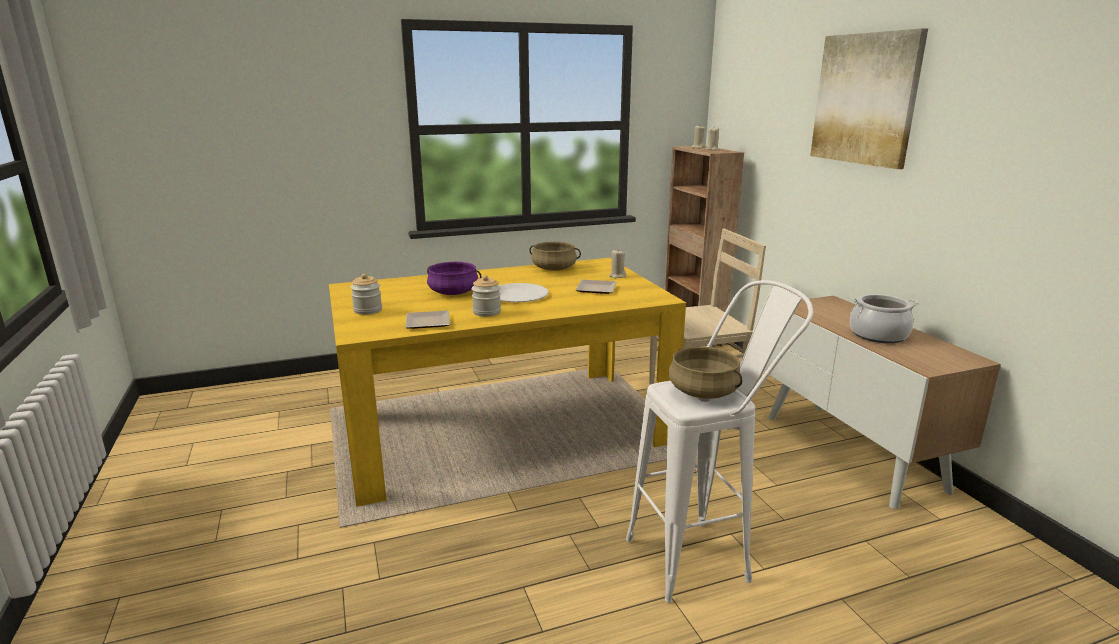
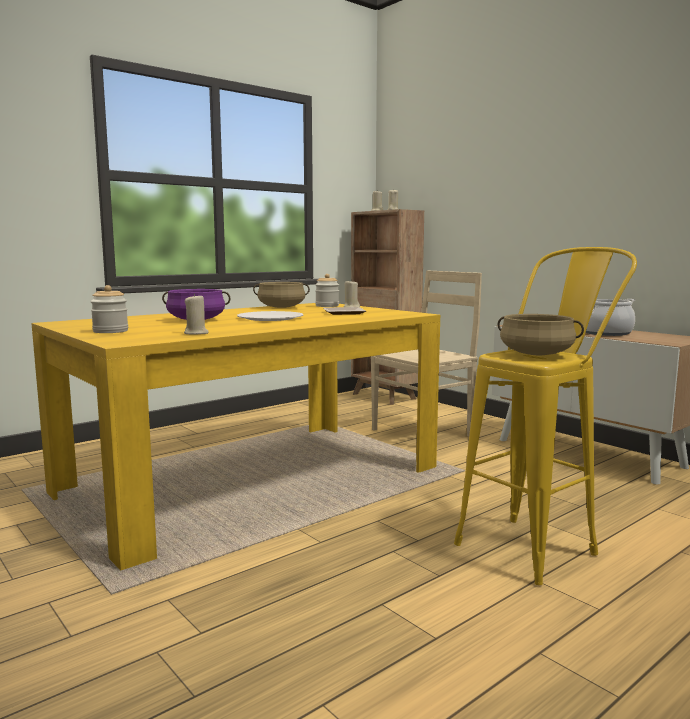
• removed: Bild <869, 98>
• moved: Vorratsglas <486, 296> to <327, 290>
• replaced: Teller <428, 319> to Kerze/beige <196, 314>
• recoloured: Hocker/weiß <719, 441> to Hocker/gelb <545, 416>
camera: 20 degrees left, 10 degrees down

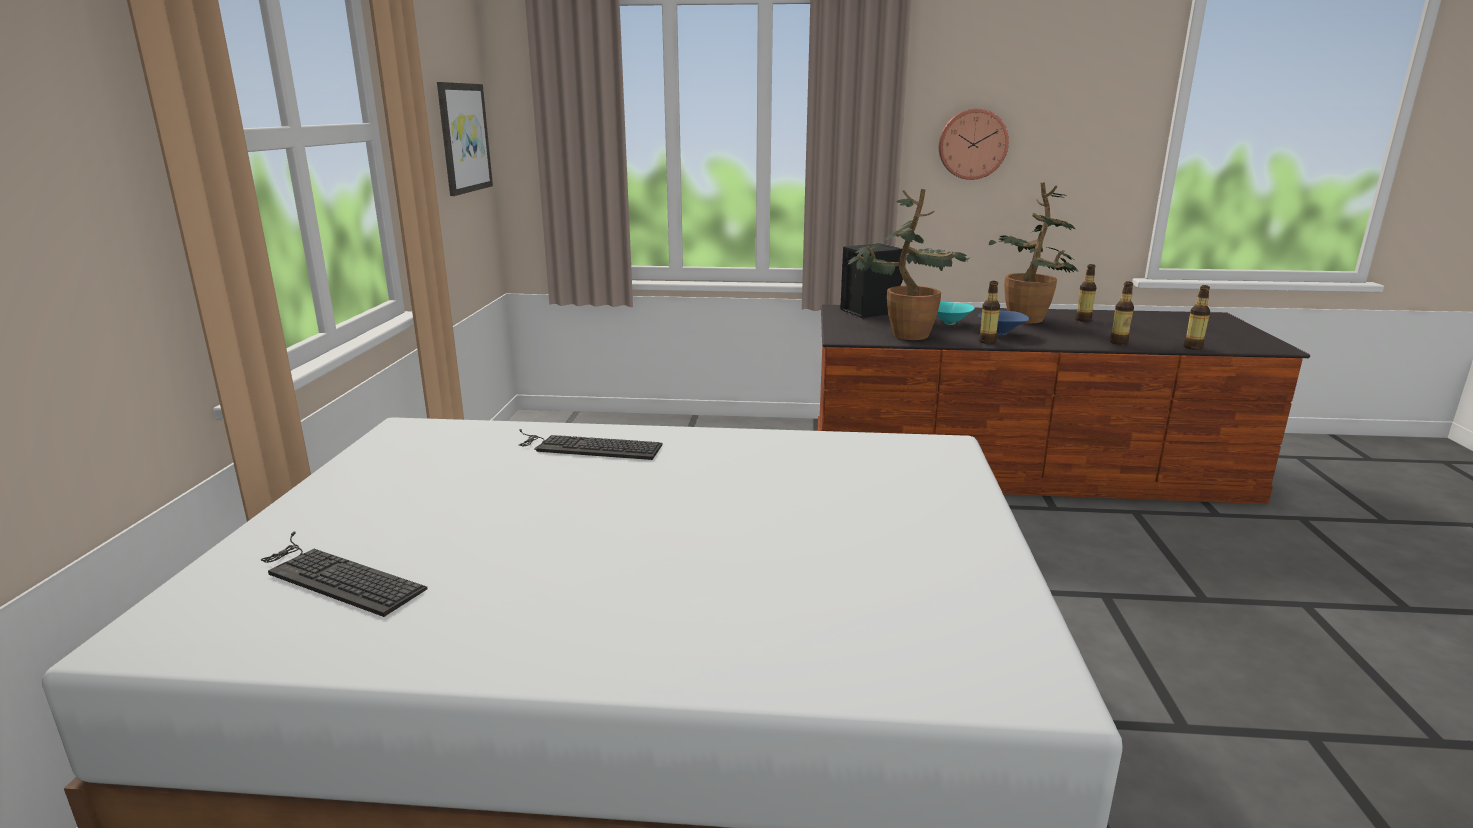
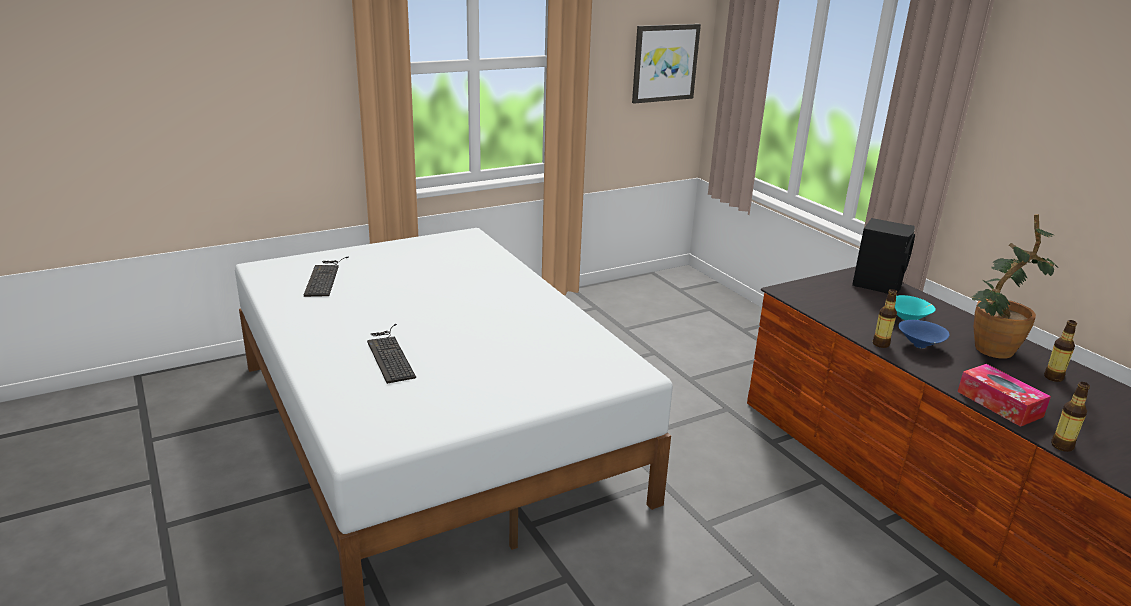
• removed: Topfpflanze <908, 264>
• removed: Wanduhr <974, 144>
• moved: Tastatur <591, 444> to <391, 354>
• replaced: Flasche <1122, 313> to Taschentuchbox <1004, 395>
camera: 55 degrees right, 5 degrees up

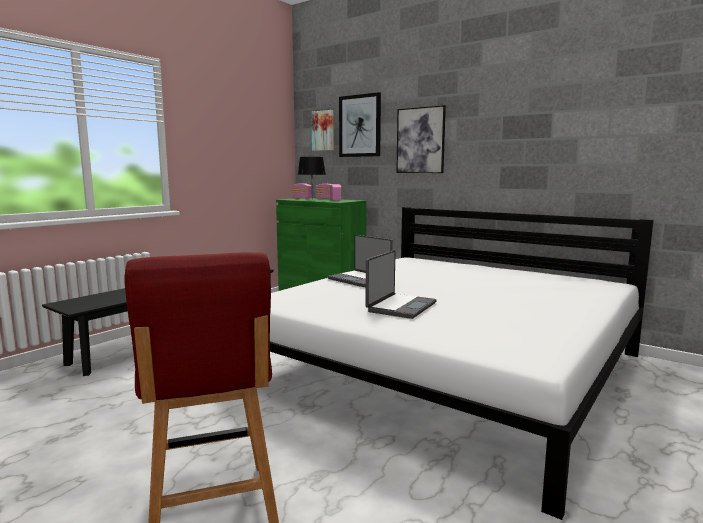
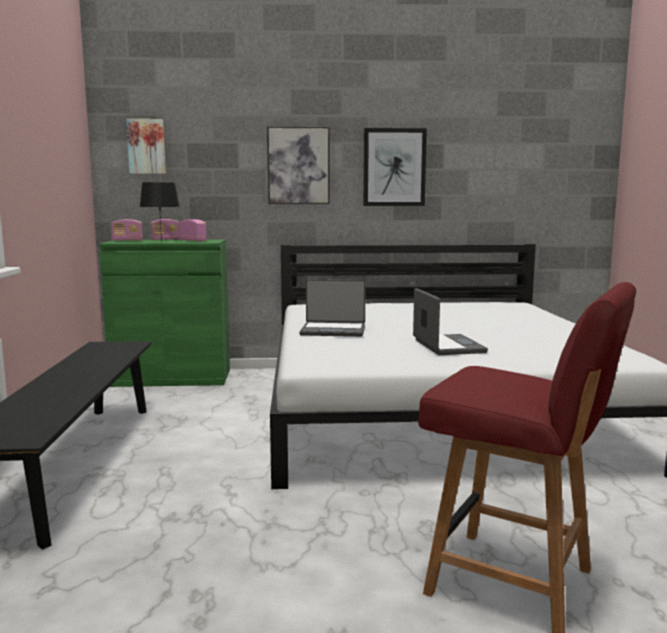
• moved: Bild <360, 124> to <395, 167>
camera: 40 degrees left, 0 degrees up

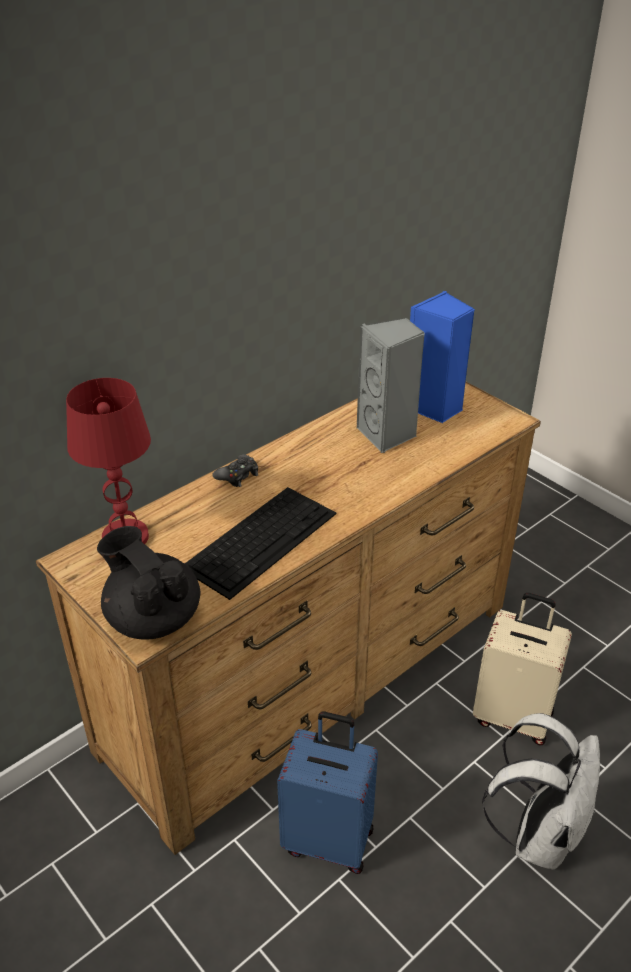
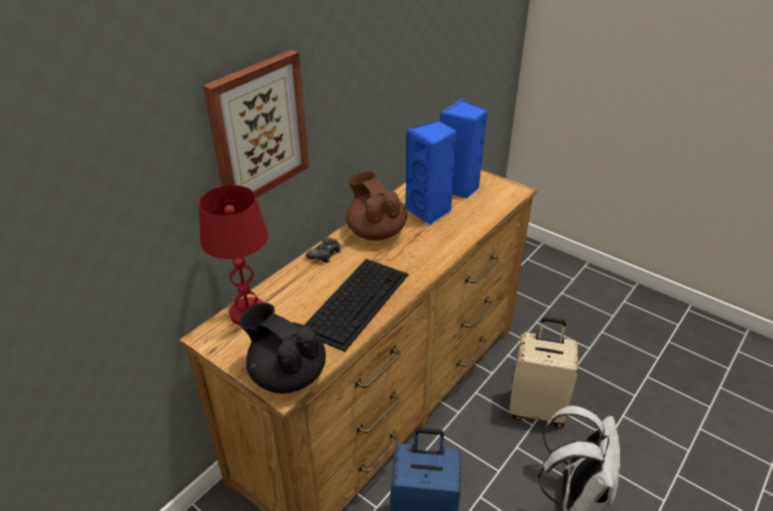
• added: Bild <256, 124>
• added: Teekanne/braun <376, 206>
• recoloured: Lautsprecher/grau <391, 385> to Lautsprecher/blau <431, 173>
camera: 10 degrees left, 0 degrees up

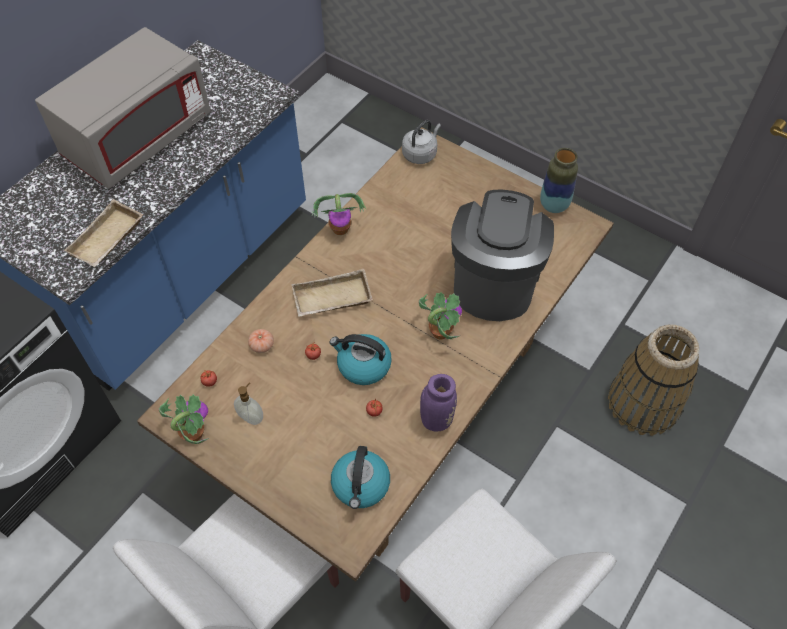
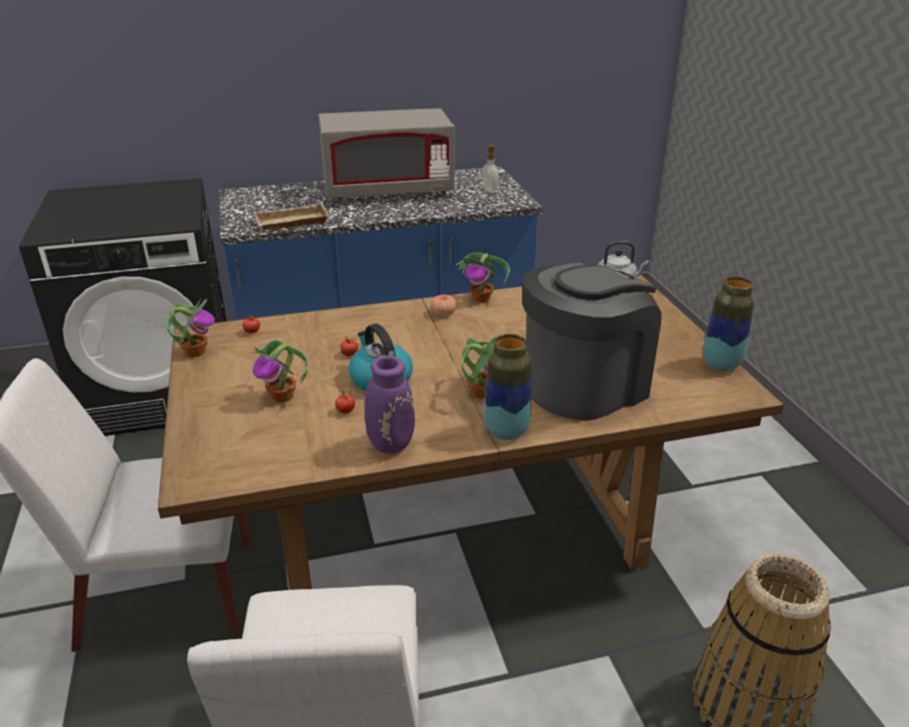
• removed: Tablett/beige <332, 292>
• removed: Wasserkessel <360, 477>
• added: Topfpflanze <281, 371>
• added: Vase <507, 387>
• moved: Seifenspender <248, 403> to <490, 169>
• moved: Tomate <261, 341> to <444, 305>
camera: 40 degrees right, 25 degrees down

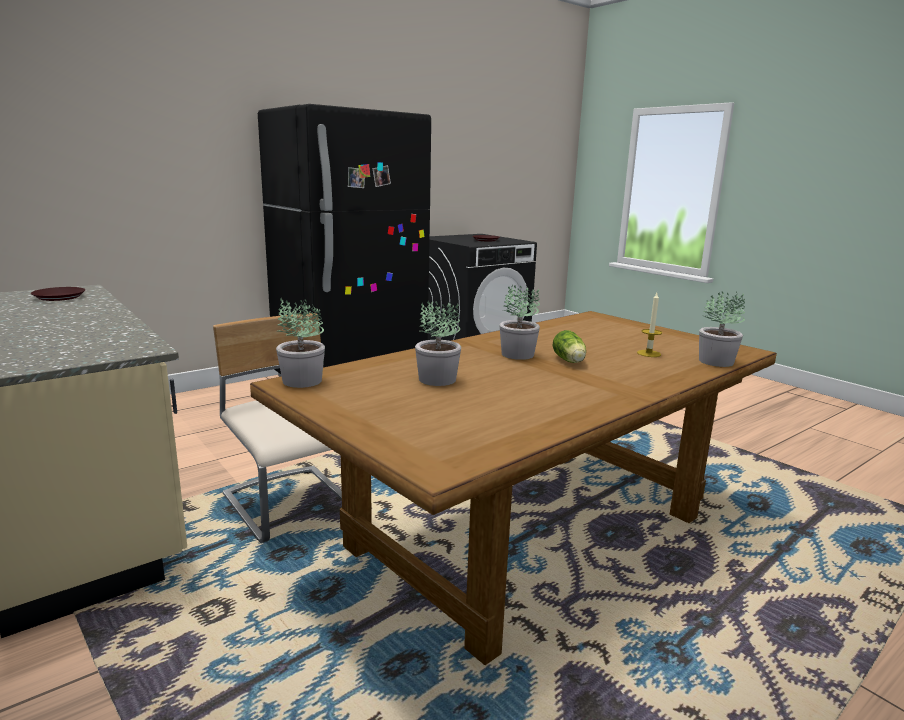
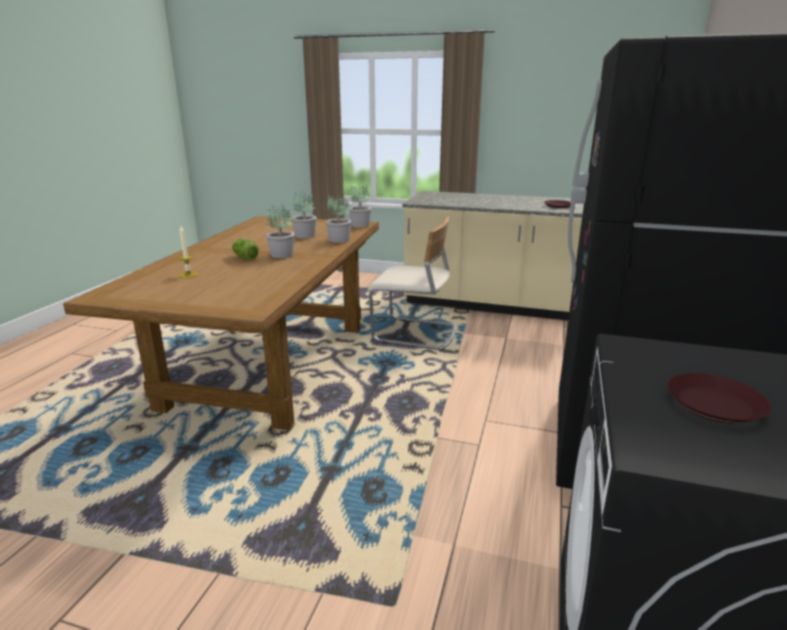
• moved: Topfpflanze <722, 329> to <338, 219>
camera: 145 degrees right, 5 degrees up

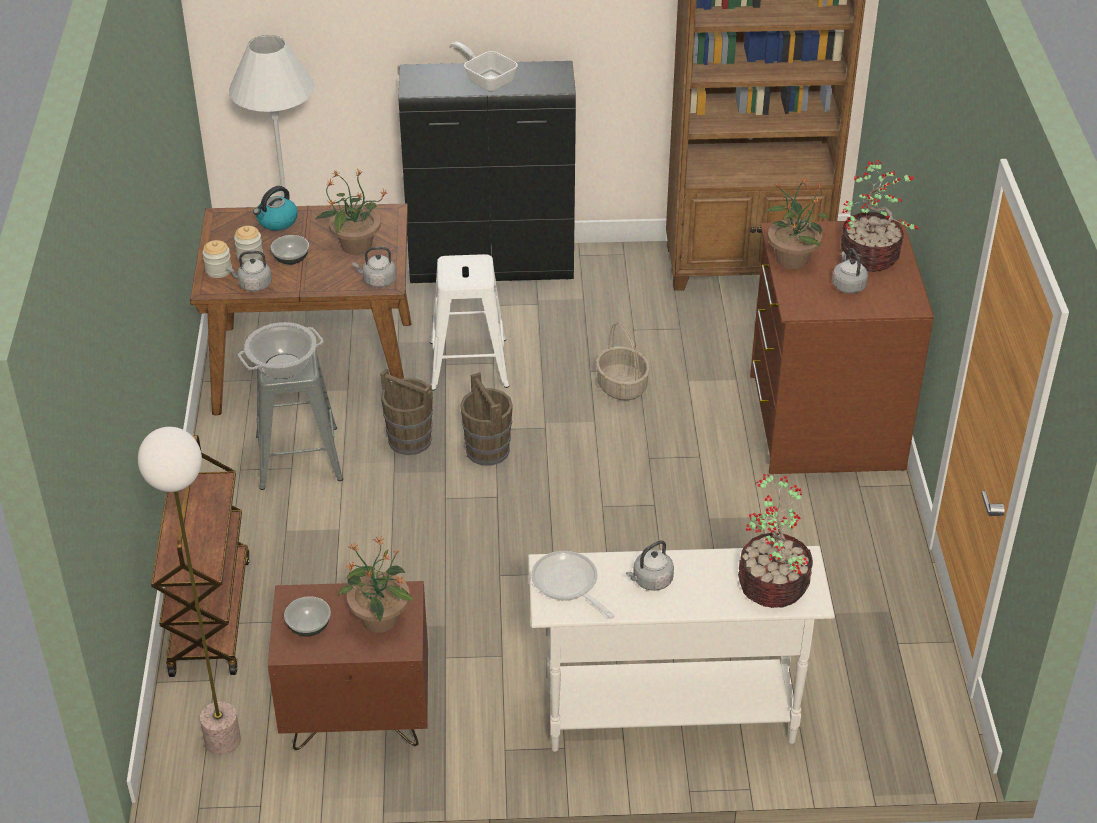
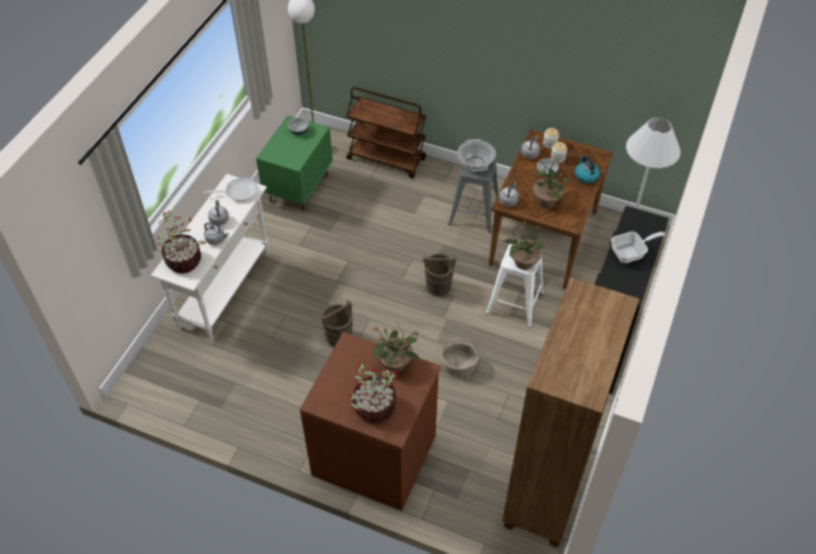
• moved: Topfpflanze <376, 584> to <526, 245>
• moved: Eimer/braun <406, 411> to <337, 323>
• moved: Wasserkessel/grau <850, 271> to <216, 234>
• recoloured: Nachttisch/braun <348, 665> to Nachttisch/grün <294, 163>
camera: 115 degrees right, 10 degrees up

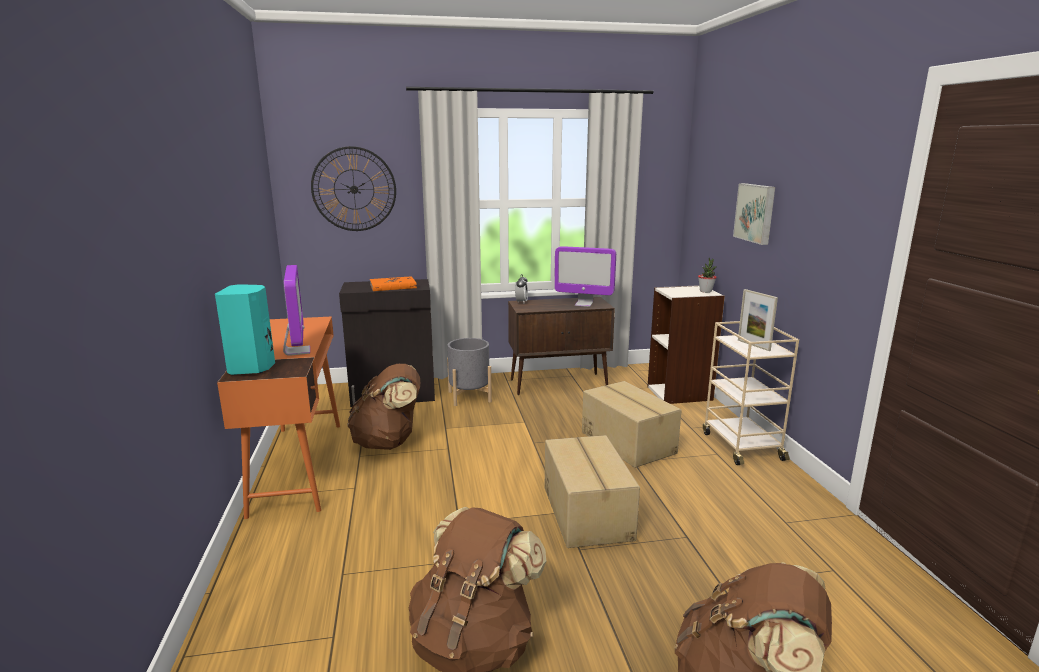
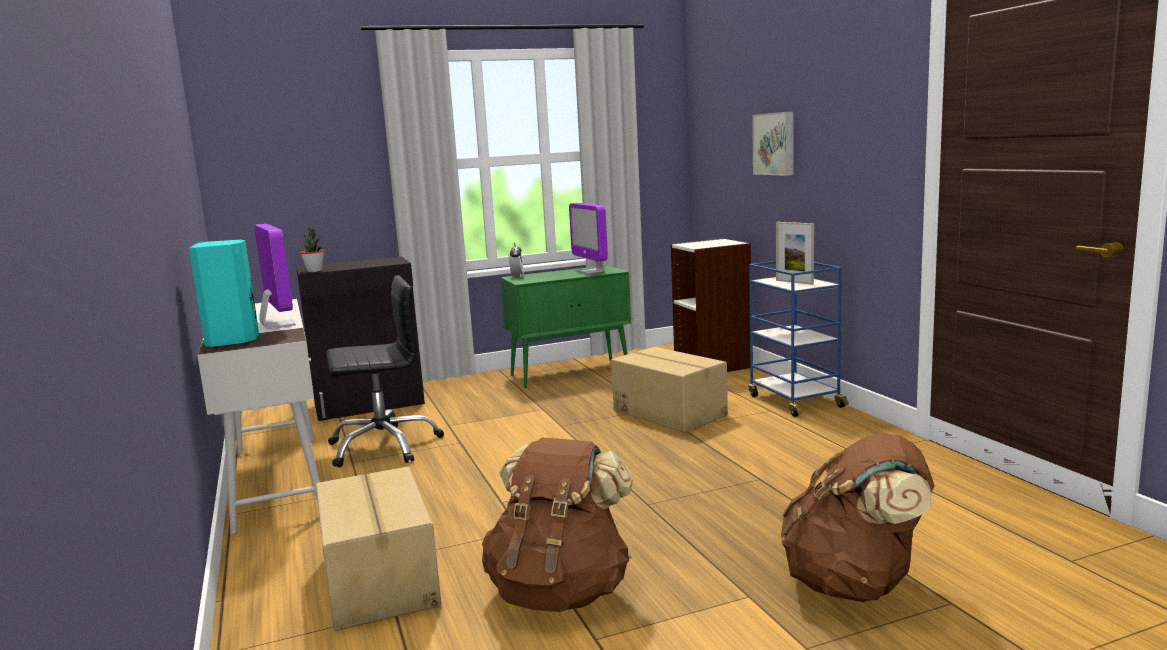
• removed: Wanduhr <353, 188>
• removed: Buch/orange <393, 283>
• removed: Pflanzkübel/grau <469, 372>
• moved: Karton <592, 491> to <378, 549>
• moved: Topfpflanze <707, 275> to <312, 249>
• replaced: Rucksack/braun <383, 407> to Bürostuhl/schwarz <385, 371>
• recoloured: Schreibtisch/orange <278, 417> to Schreibtisch/weiß <258, 416>
• recoloured: Schrank/braun <561, 346> to Schrank/grün <565, 326>
• recoloured: Rollwagen/beige <751, 393> to Rollwagen/blau <798, 339>
• turned: Monitor <585, 276> = <588, 238> 60 degrees clockwise
camera: 10 degrees left, 5 degrees down

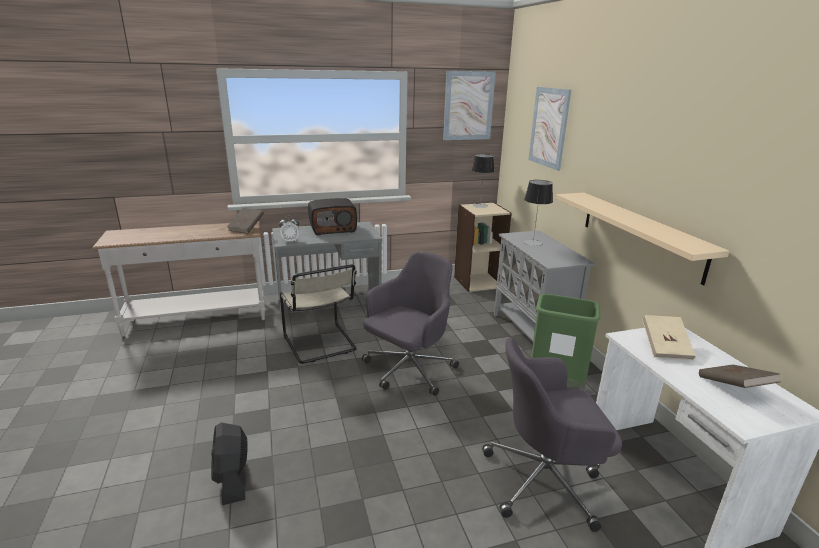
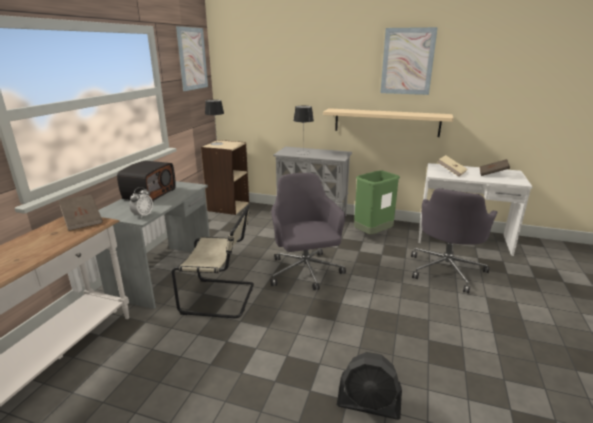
• moved: Bild <549, 129> to <409, 61>
camera: 55 degrees left, 0 degrees up

